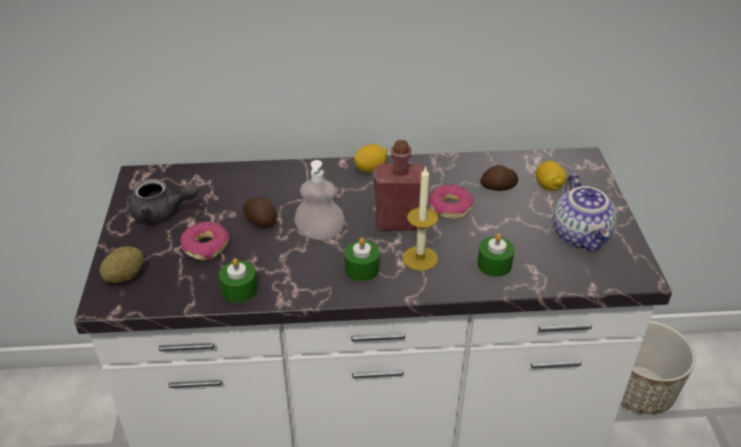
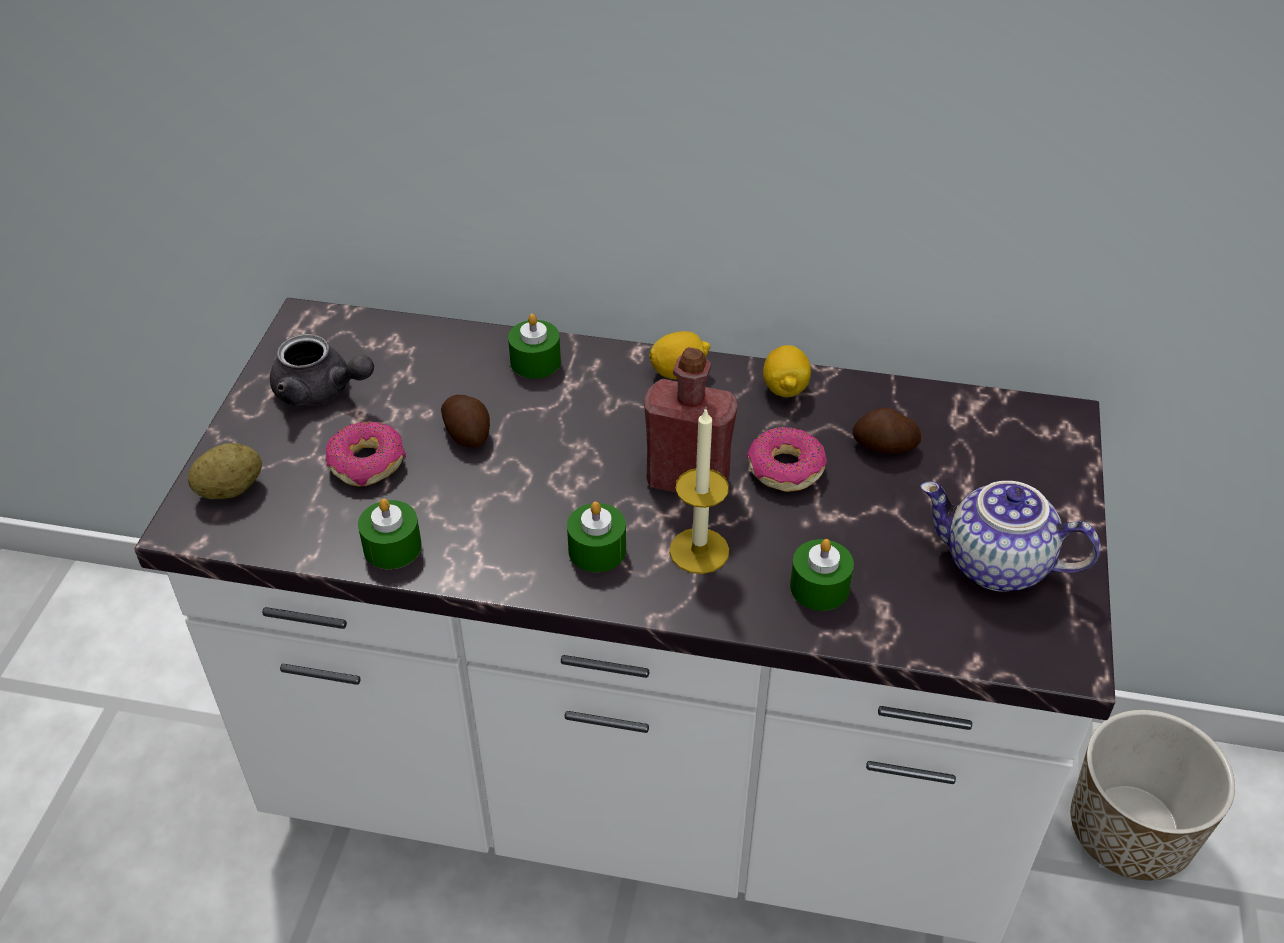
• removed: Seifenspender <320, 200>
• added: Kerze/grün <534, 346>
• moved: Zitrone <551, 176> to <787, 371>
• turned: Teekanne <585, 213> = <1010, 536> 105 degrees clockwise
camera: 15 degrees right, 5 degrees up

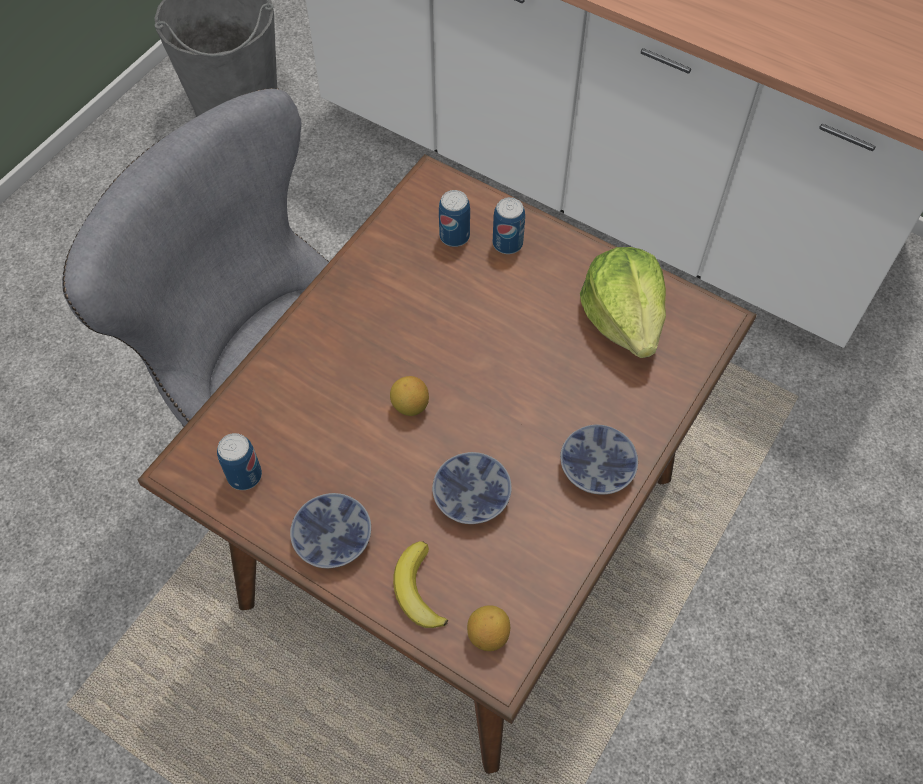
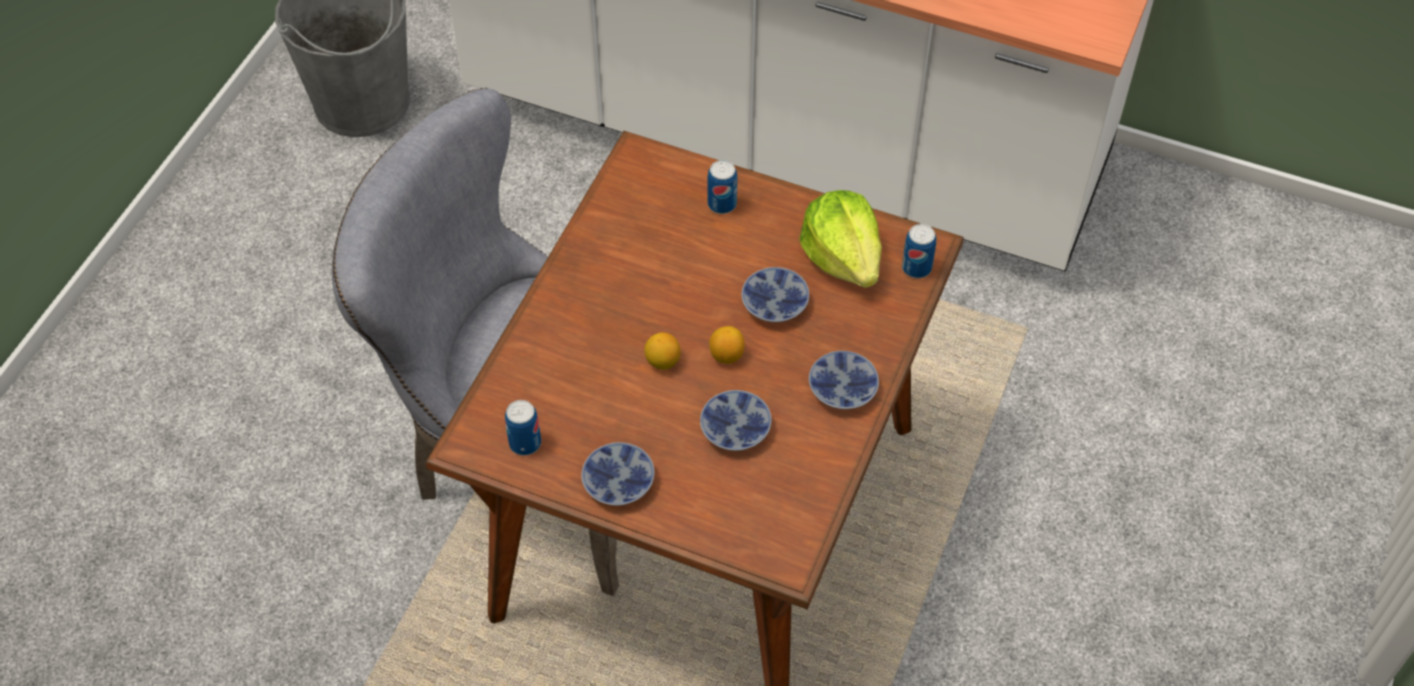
• removed: Banane <420, 584>
• added: Schüssel <775, 295>
• moved: Dose <454, 218> to <919, 251>
• moved: Zitrone <488, 628> to <727, 345>
camera: 10 degrees left, 5 degrees down

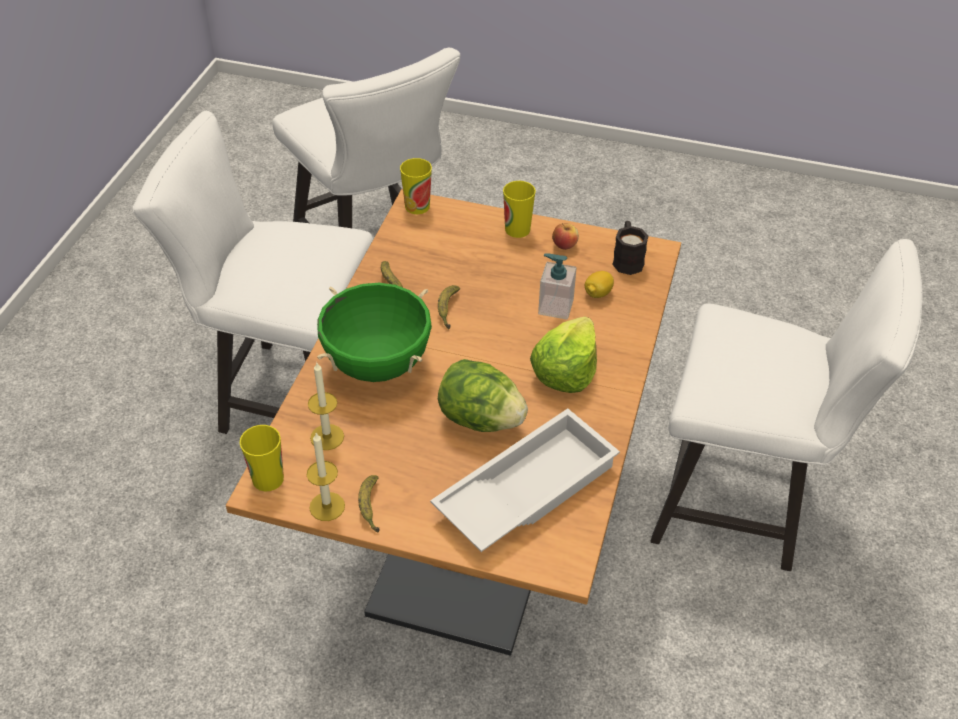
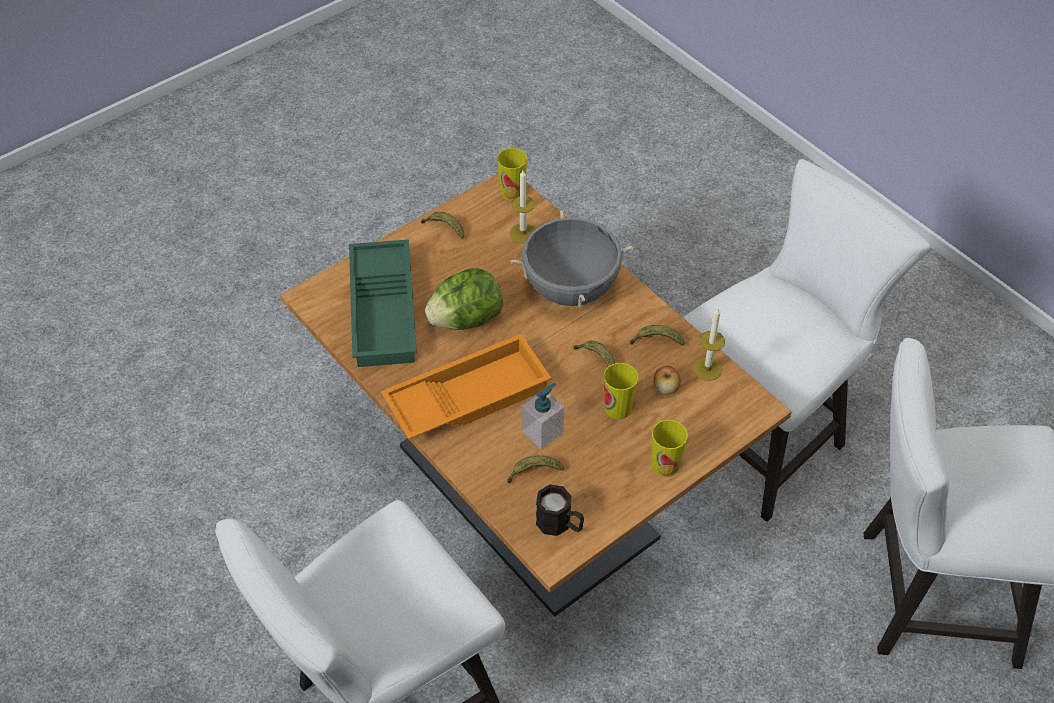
• moved: Kerze <326, 477> to <709, 344>
• moved: Tasse <416, 186> to <621, 391>
• moved: Apfel <565, 236> to <667, 380>
• replaced: Salatkopf <563, 355> to Tablett/orange <466, 387>
• replaced: Zitrone <599, 284> to Banane <536, 469>
• recoloured: Kochtopf/grün <374, 332> to Kochtopf/grau <572, 258>
• recoloured: Tablett/weiß <525, 480> to Tablett/grün <383, 303>
camera: 125 degrees right, 5 degrees up

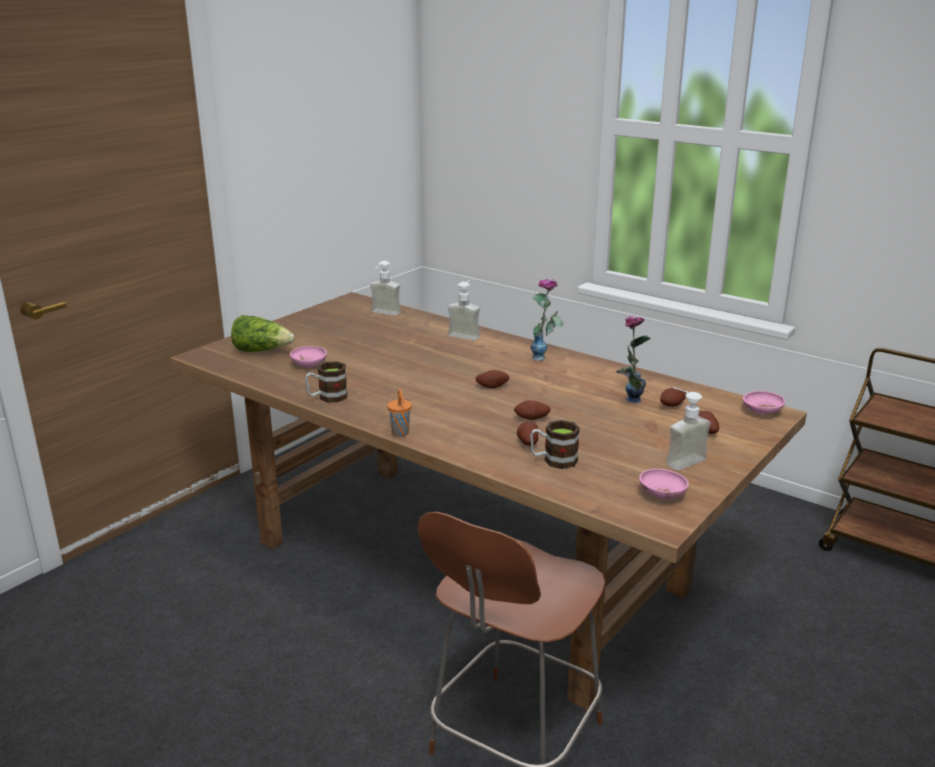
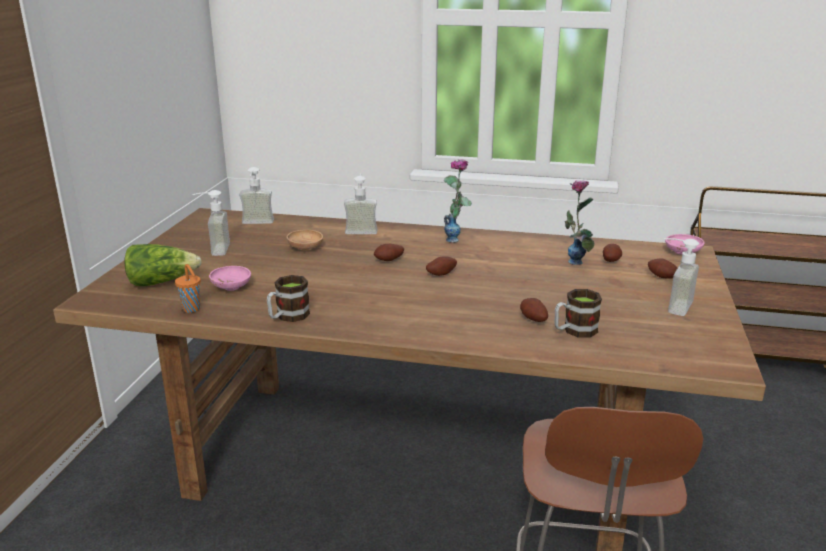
• removed: Schüssel/rosa <664, 484>
• added: Seifenspender <211, 223>
• added: Schüssel/braun <305, 240>
• moved: Tasse/orange <399, 413> to <188, 288>
• moved: Kartoffel <532, 410> to <389, 252>
camera: 25 degrees left, 0 degrees up

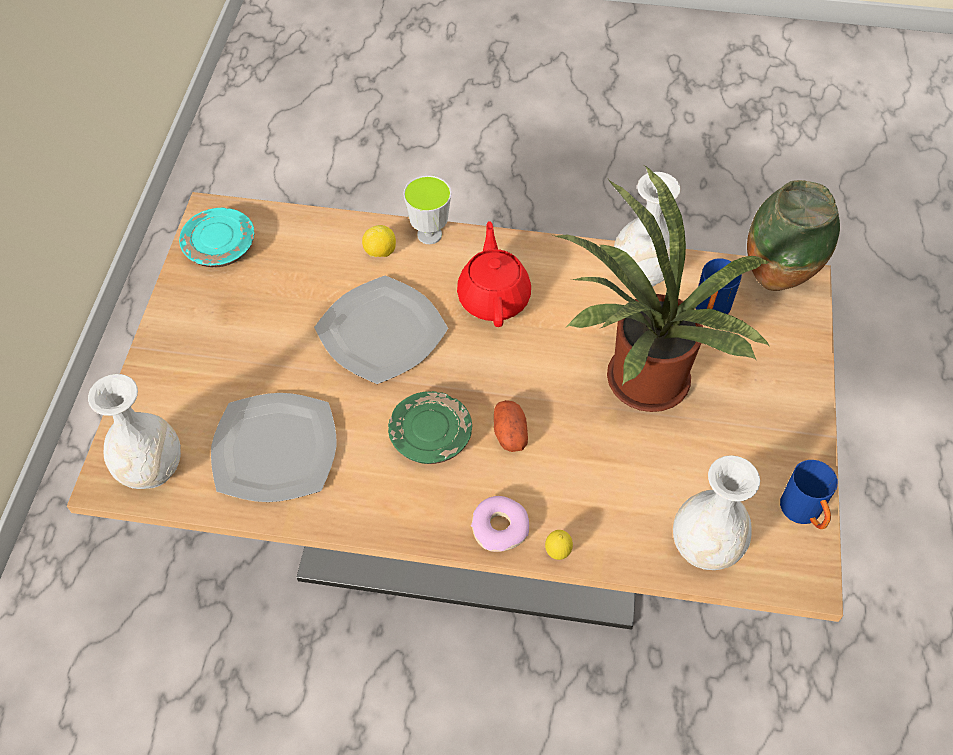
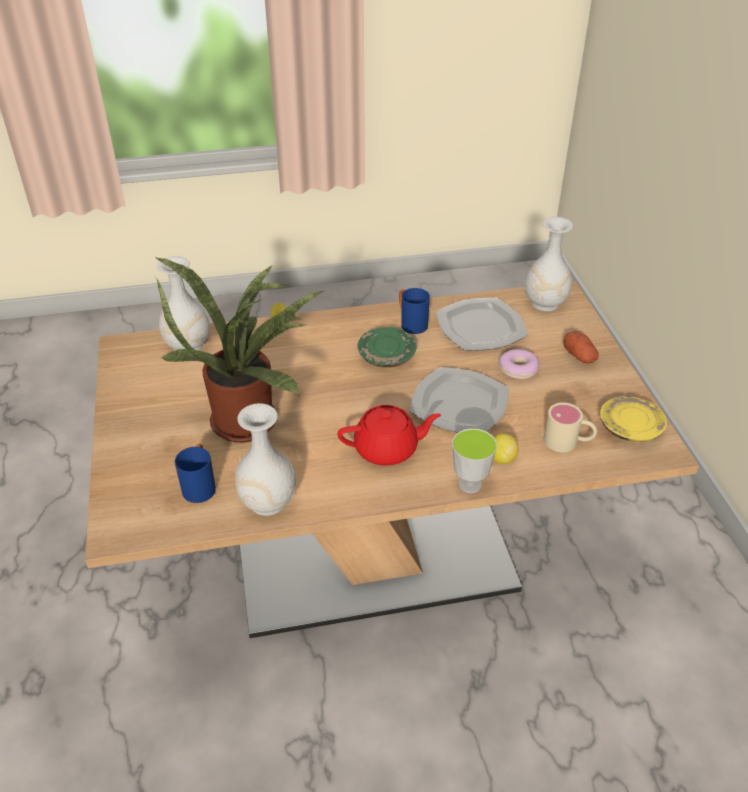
• removed: Vase <793, 235>
• added: Henkelbecher/beige <570, 427>
• moved: Donut <500, 524> to <519, 364>
• moved: Kartoffel <511, 426> to <581, 347>
• moved: Henkelbecher/blau <809, 494> to <414, 311>
• recoloured: Teller/türkis <216, 238> to Teller/gelb <633, 419>
• turned: Teekanne/rot <494, 274> = <389, 435> 75 degrees counterclockwise
camera: 160 degrees right, 15 degrees down

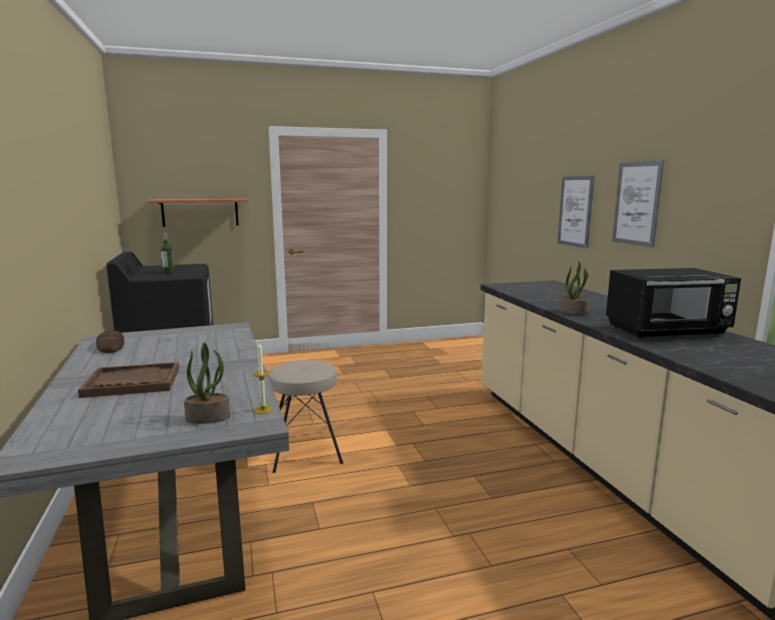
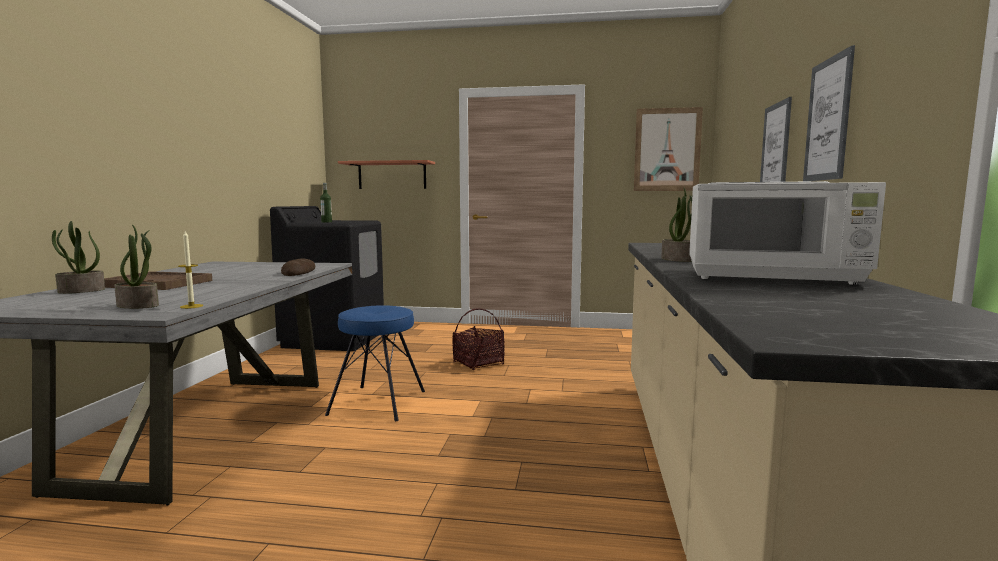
• added: Topfpflanze <78, 257>
• added: Korb <478, 339>
• added: Bild <668, 149>
• moved: Brot <110, 341> to <298, 267>
• recoloured: Hocker/beige <305, 416> to Hocker/blau <375, 363>
• recoloured: Mikrowelle/schwarz <673, 303> to Mikrowelle/weiß <787, 233>
camera: 25 degrees right, 5 degrees down

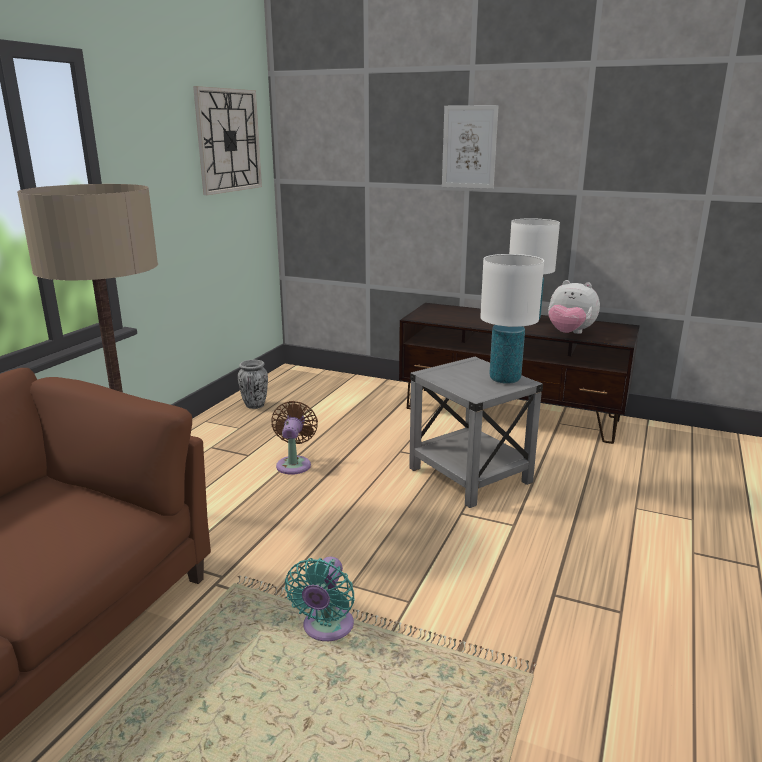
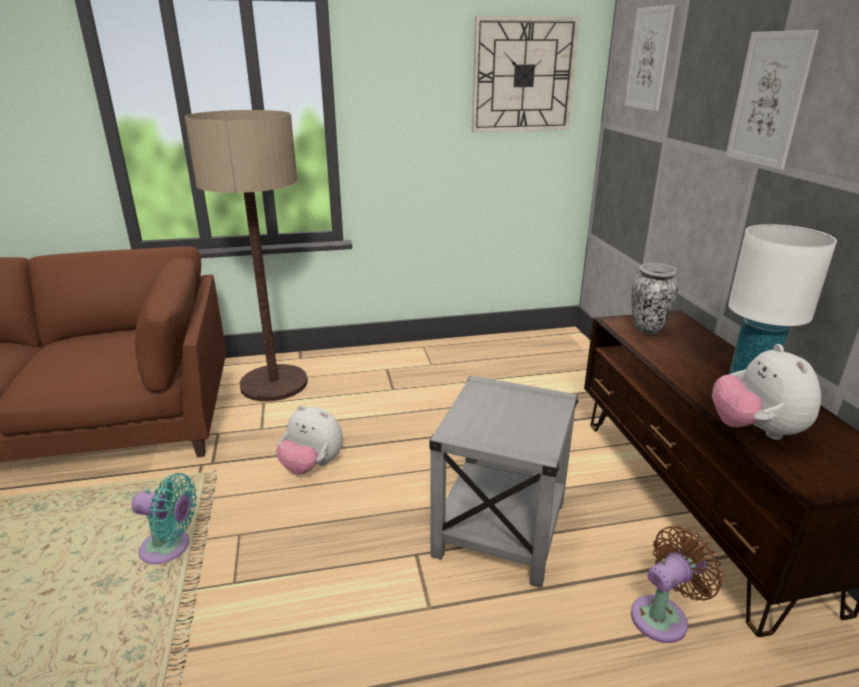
• removed: Tischlampe/weiß <512, 319>
• added: Plüschtier <309, 440>
• added: Bild <649, 58>
• moved: Vase <253, 384> to <655, 298>
• moved: Ventilator/braun <294, 438> to <677, 584>
• turned: Ventilator/türkis <320, 599> = <164, 518> 150 degrees counterclockwise
camera: 55 degrees right, 5 degrees up

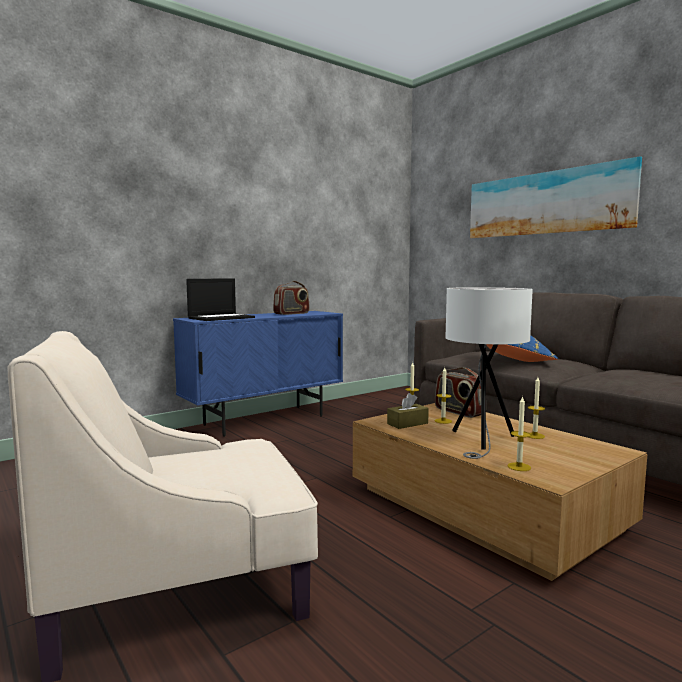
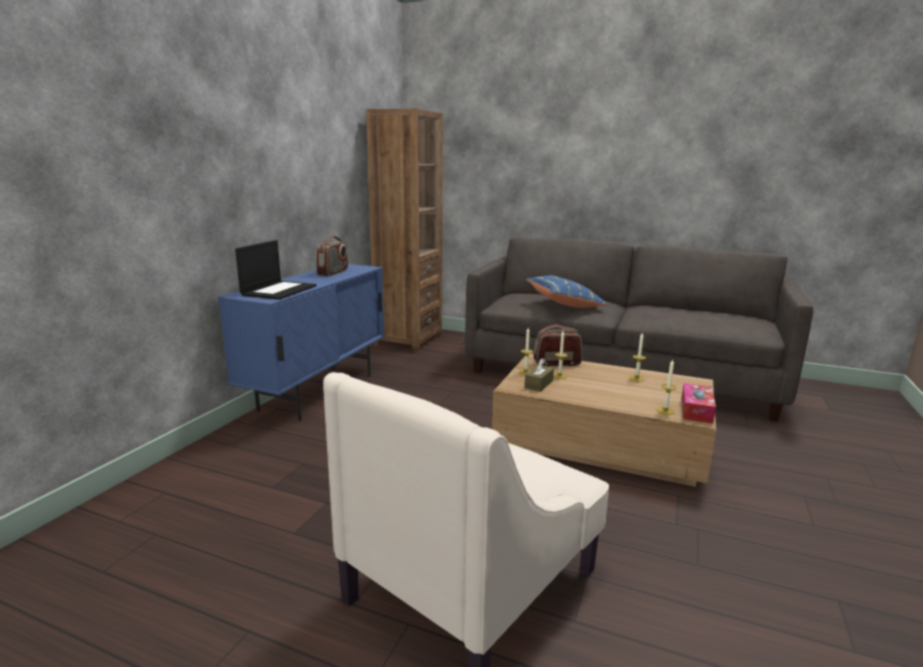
• removed: Tischlampe/weiß <489, 373>
• removed: Bild <556, 197>
• added: Bücherregal/braun <404, 230>
• added: Taschentuchbox <698, 403>
• turned: Radio <458, 392> = <558, 345> 150 degrees clockwise
camera: 30 degrees left, 10 degrees up

